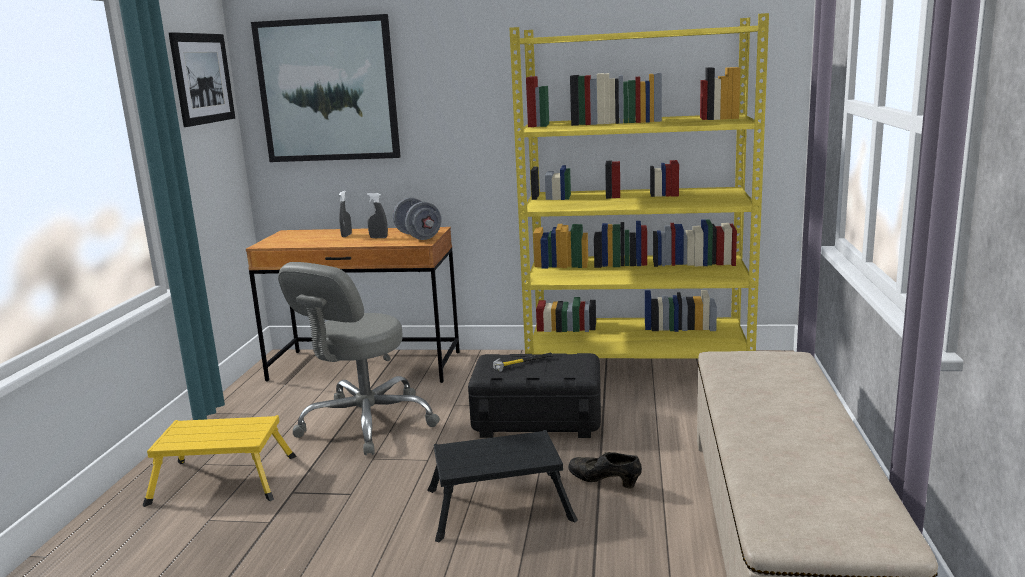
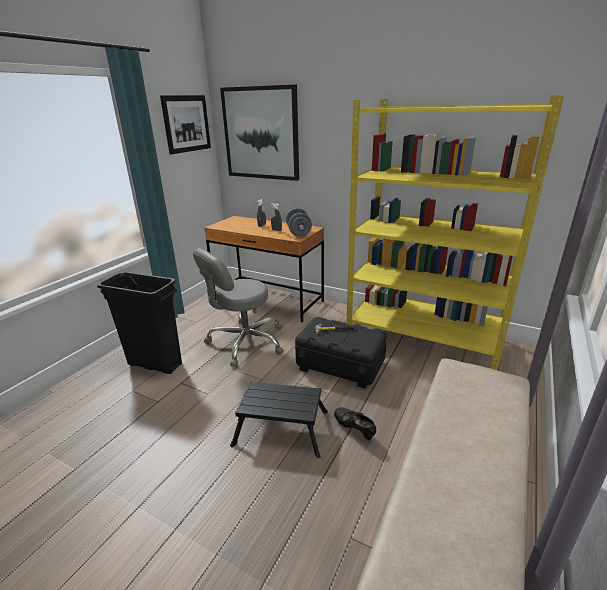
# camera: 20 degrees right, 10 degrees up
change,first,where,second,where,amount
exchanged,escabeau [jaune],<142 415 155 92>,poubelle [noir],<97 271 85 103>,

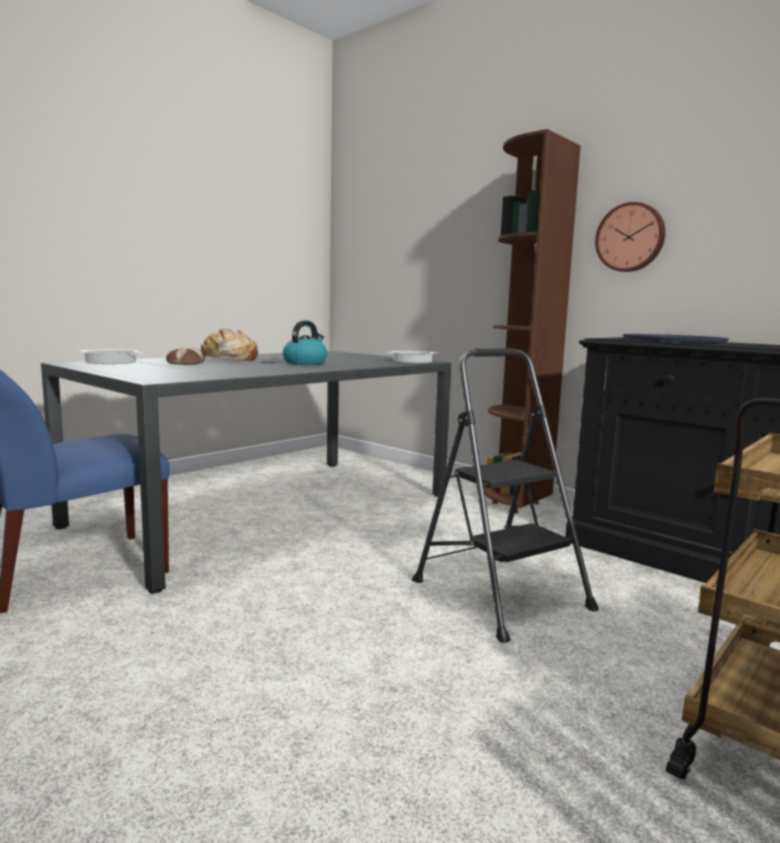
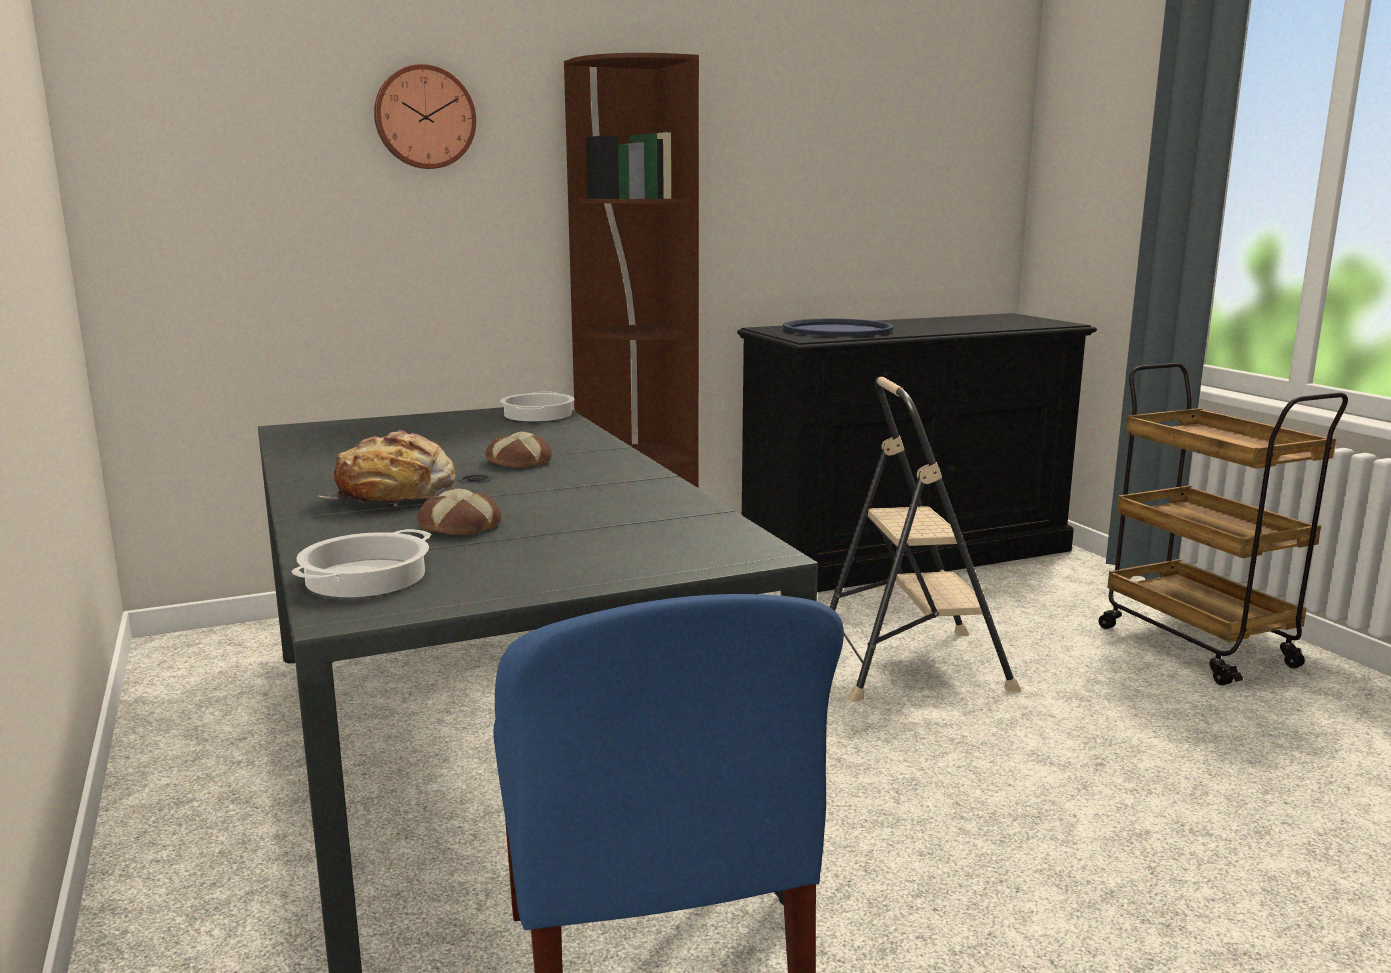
# camera: 65 degrees left, 5 degrees up
change,first,where,second,where,amount
relocated,horloge murale,<595 202 70 70>,,<374 64 102 105>,
exchanged,bouilloire,<283 320 44 45>,pain,<486 432 66 36>,
colour,escabeau [noir],<412 348 187 295>,escabeau [beige],<830 377 191 325>,

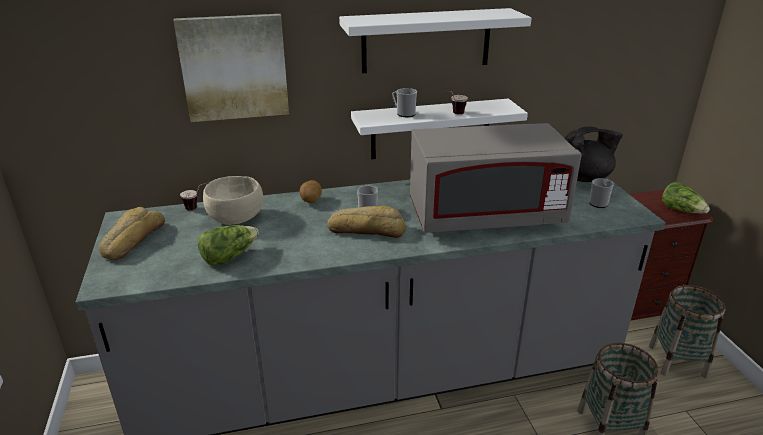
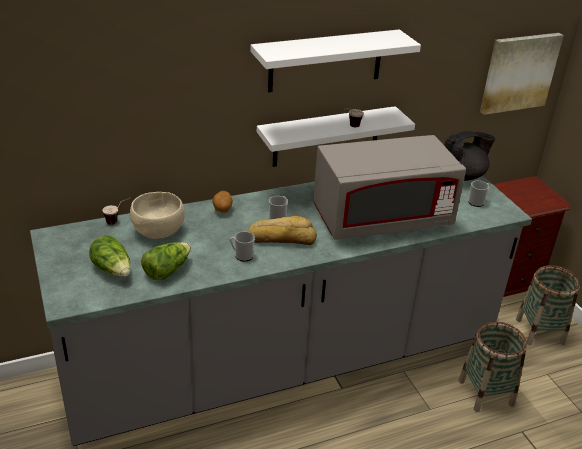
# camera: 10 degrees left, 5 degrees up
change,first,where,second,where,amount
relocated,tableau,<173 14 116 108>,,<480 33 84 82>,
relocated,mug,<392 88 25 29>,,<230 231 25 31>,
relocated,laitue,<662 182 48 32>,,<89 235 41 42>,
missing,pain,<99 207 66 53>,,,

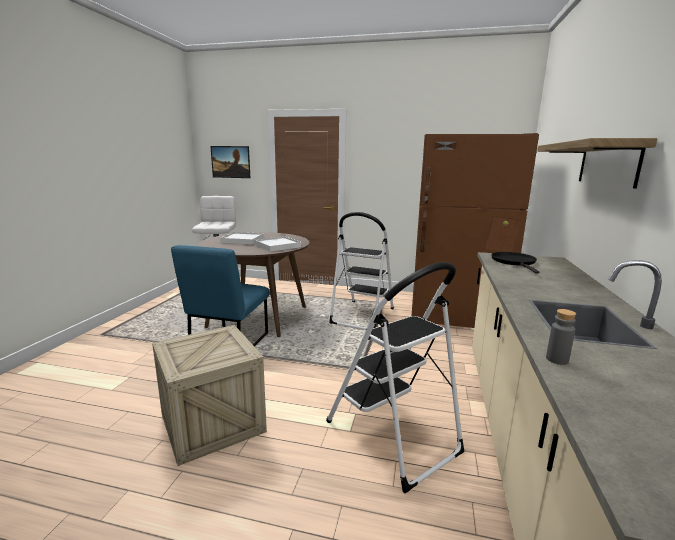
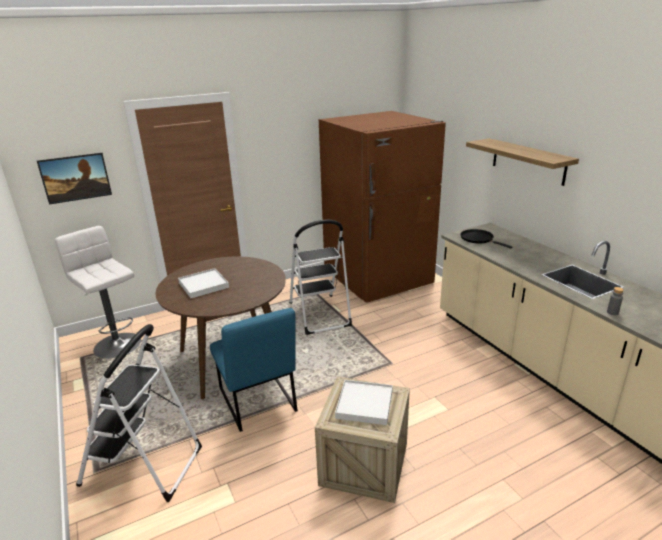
# camera: 40 degrees left, 10 degrees up
change,first,where,second,where,amount
relocated,plateau [blanc],<254 236 47 16>,,<335 380 58 45>,
relocated,escabeau,<326 262 138 231>,,<76 324 126 178>,

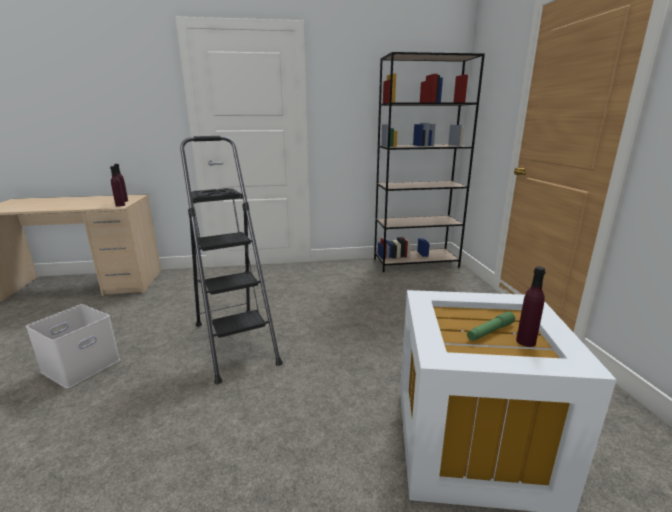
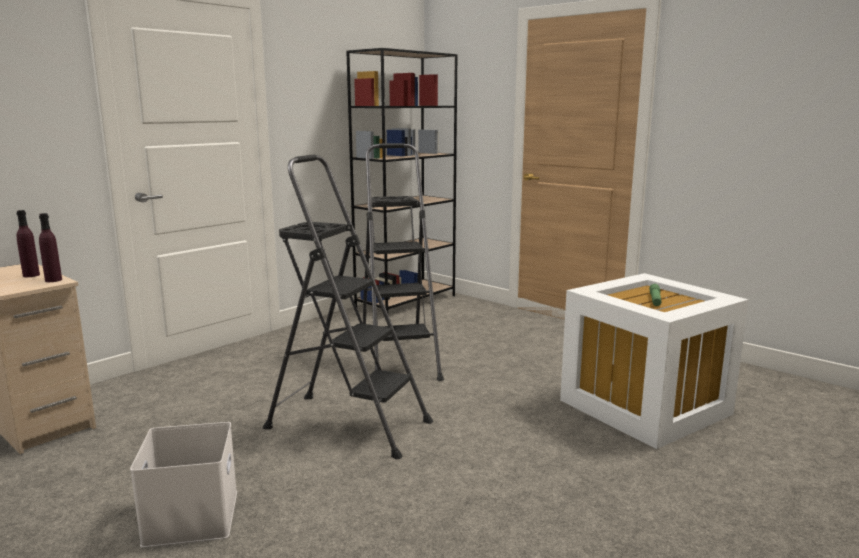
# camera: 40 degrees left, 5 degrees down
change,first,where,second,where,amount
missing,bouteille [violet],<516 267 30 80>,,,
appeared,,,escabeau,<363 143 81 238>,

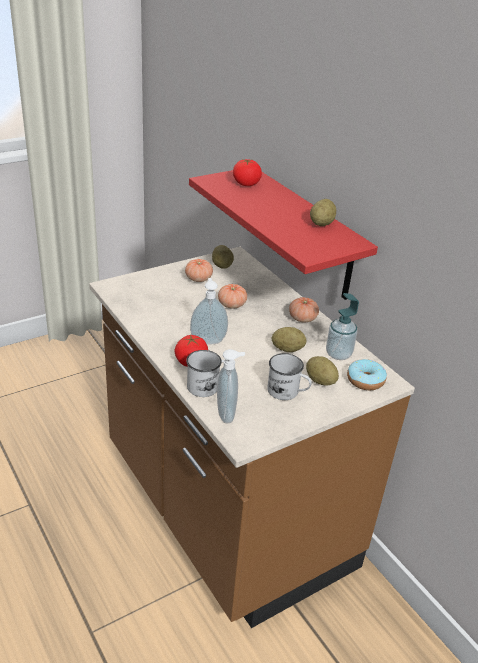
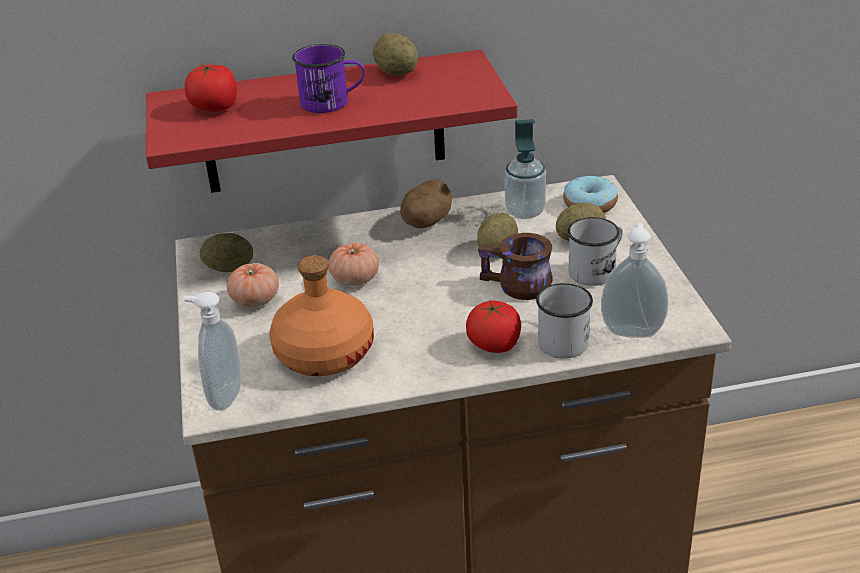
# camera: 65 degrees left, 0 degrees up
change,first,where,second,where,amount
relocated,distributeur de savon,<190 278 38 67>,,<184 292 57 119>,
exchanged,tomate,<289 297 30 26>,pomme de terre,<400 179 52 49>,
appeared,,,mug [violet],<292 44 73 69>,
appeared,,,mug [marron],<478 233 75 67>,
appeared,,,bouteille [orange],<269 255 105 121>,

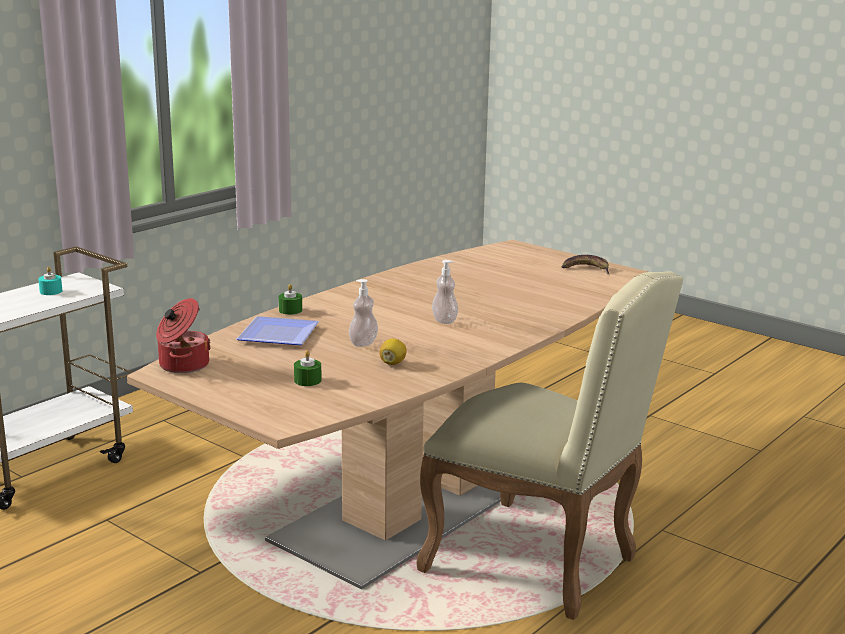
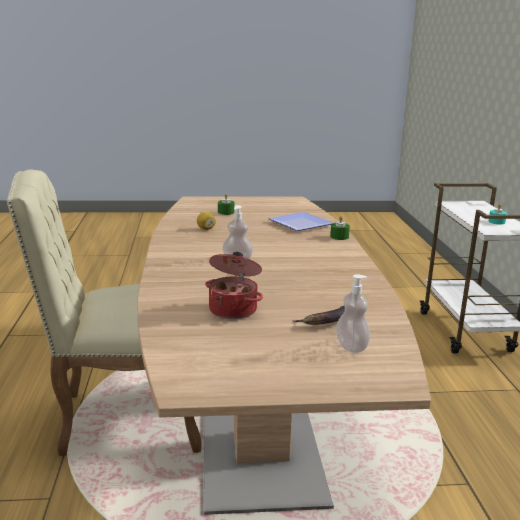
# camera: 135 degrees right, 0 degrees up
change,first,where,second,where,amount
relocated,banane,<562 255 47 19>,,<292 306 53 19>,
relocated,distributeur de savon,<349 279 29 68>,,<336 274 34 79>,
relocated,marmite,<156 298 55 75>,,<205 252 58 67>,

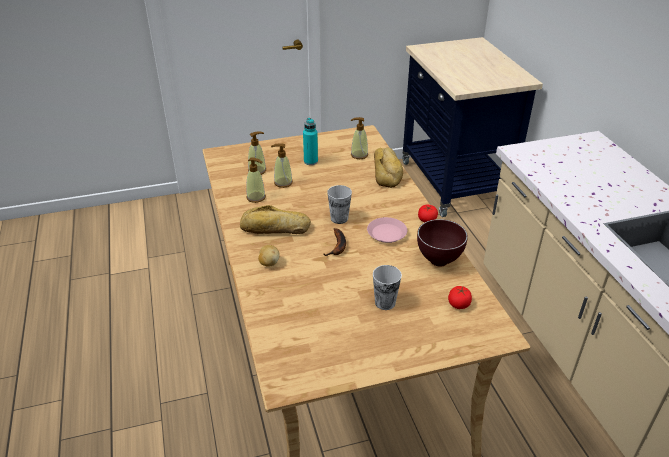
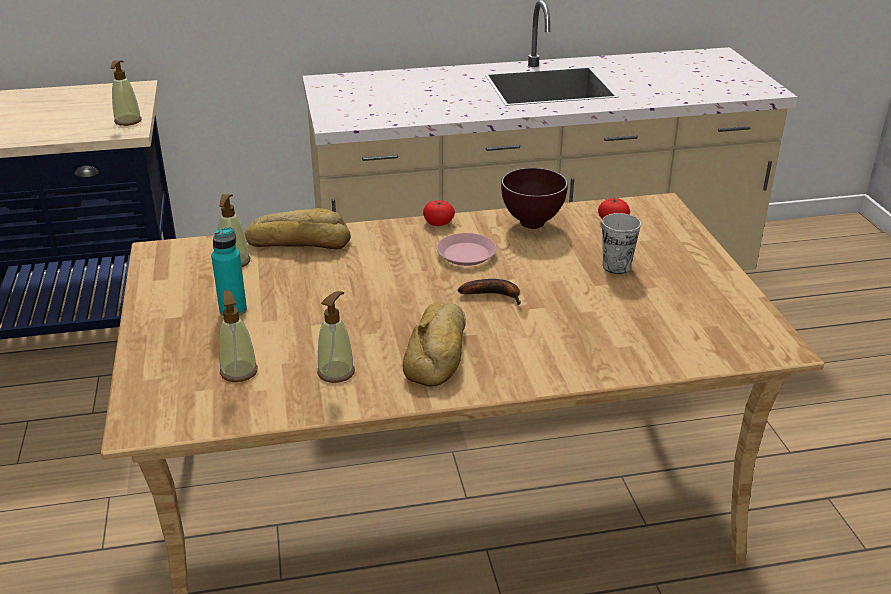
# camera: 85 degrees left, 5 degrees down
change,first,where,second,where,amount
relocated,distributeur de savon,<271 143 22 45>,,<111 60 31 66>,
missing,tasse,<327 185 25 39>,,,
missing,pomme de terre,<258 245 22 22>,,,

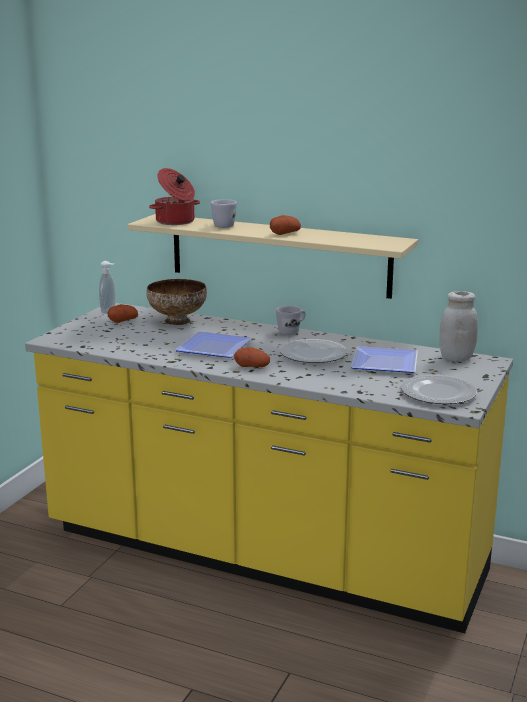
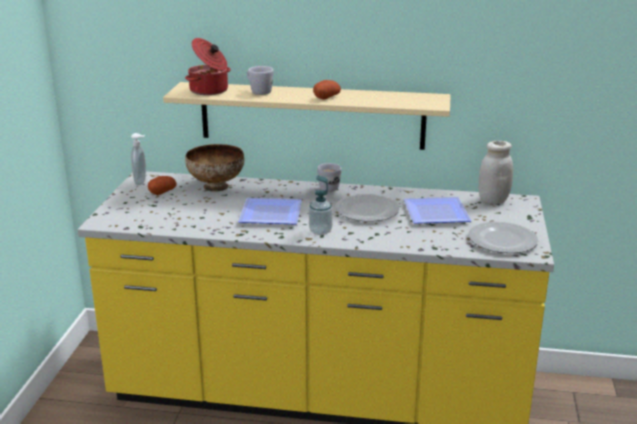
# camera: 15 degrees left, 5 degrees up
change,first,where,second,where,amount
exchanged,pomme de terre,<234 347 36 20>,distributeur de savon,<309 175 24 60>,

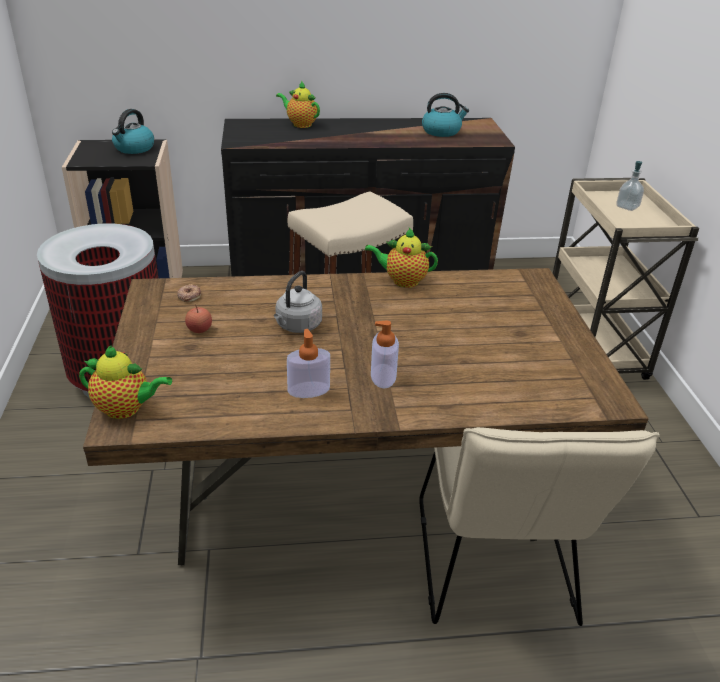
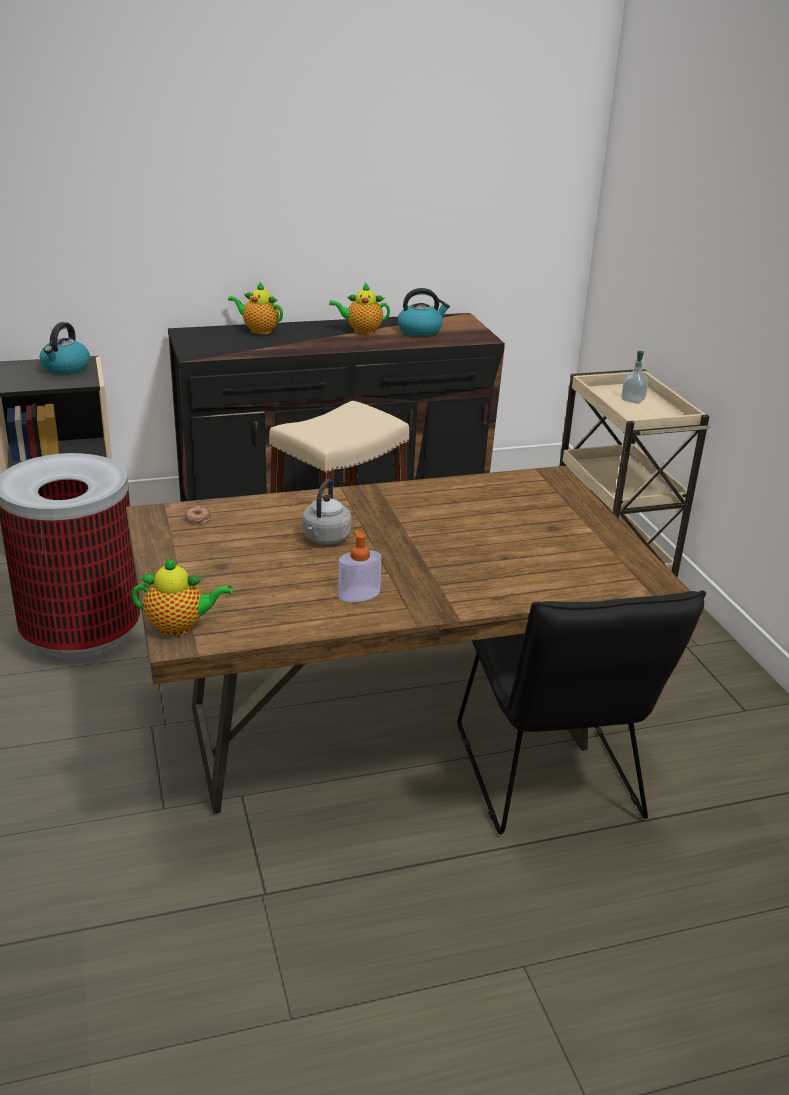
# camera: 10 degrees left, 5 degrees down
change,first,where,second,where,amount
relocated,théière,<365 228 73 60>,,<329 283 61 51>,
missing,pomme,<185 305 27 28>,,,
missing,distributeur de savon,<371 321 28 68>,,,
colour,chaise [beige],<419 427 241 199>,chaise [noir],<457 591 249 243>,

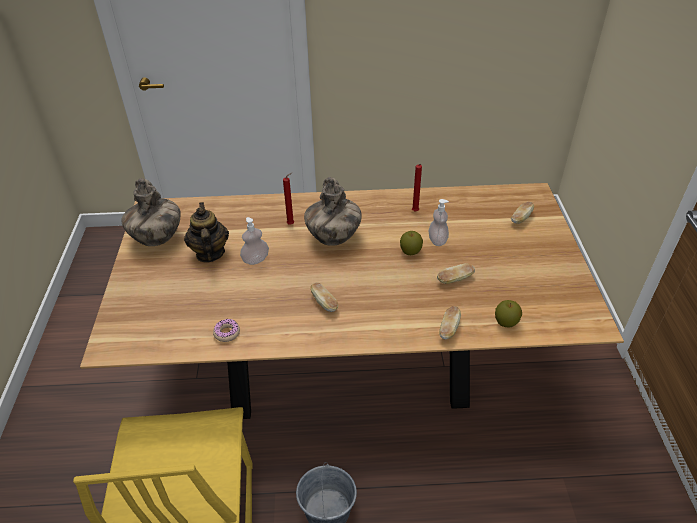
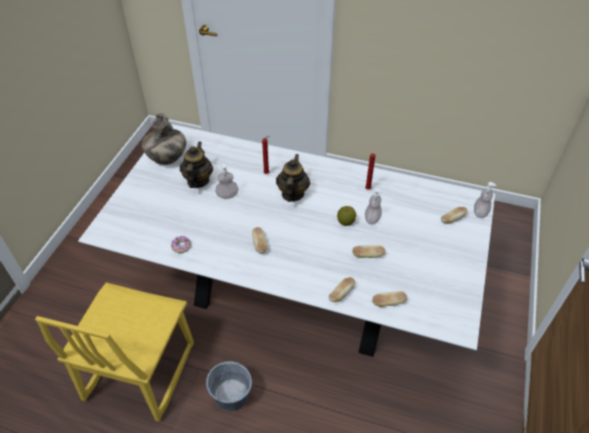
# camera: 20 degrees right, 5 degrees up
change,first,where,second,where,amount
exchanged,vase,<304 177 58 69>,théière,<276 154 34 48>,
colour,table à manger [marron],<80 183 544 236>,table à manger [blanc],<78 124 417 233>,
exchanged,pomme,<495 300 27 28>,pain,<372 291 36 16>,
appeared,,,distributeur de savon,<474 182 22 36>,

